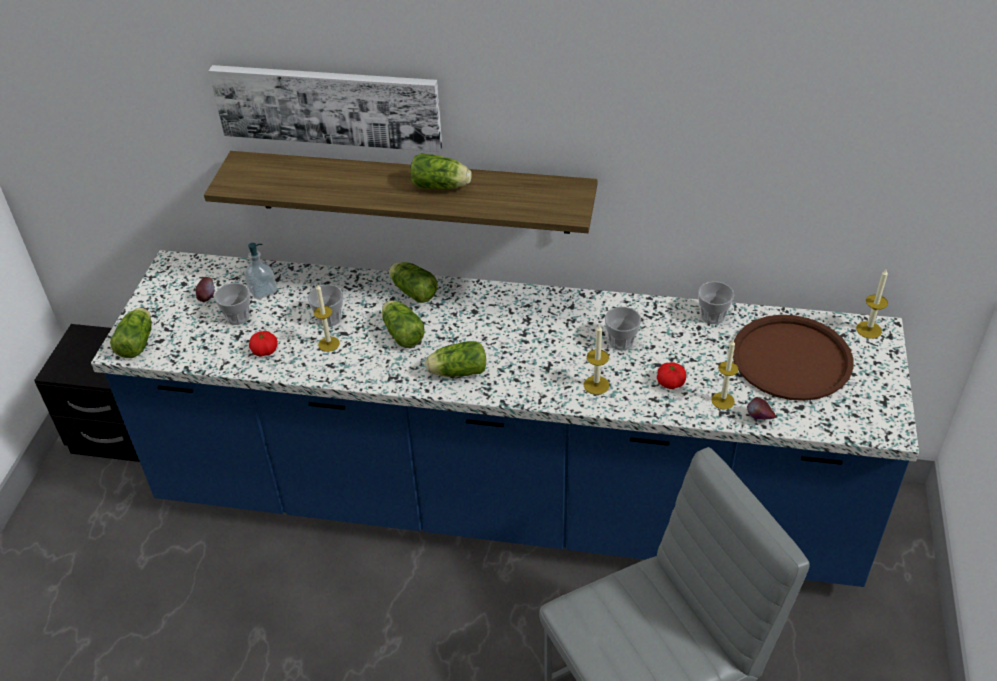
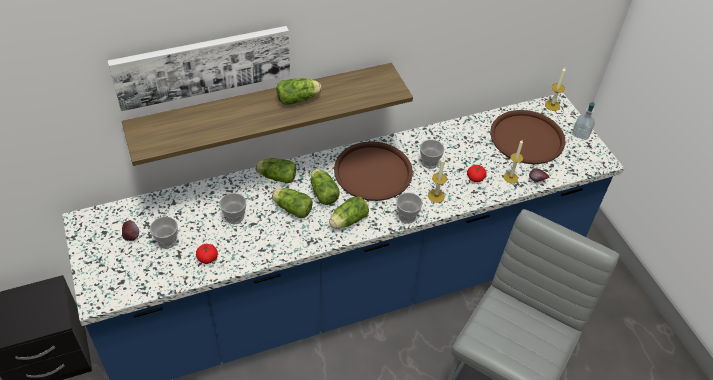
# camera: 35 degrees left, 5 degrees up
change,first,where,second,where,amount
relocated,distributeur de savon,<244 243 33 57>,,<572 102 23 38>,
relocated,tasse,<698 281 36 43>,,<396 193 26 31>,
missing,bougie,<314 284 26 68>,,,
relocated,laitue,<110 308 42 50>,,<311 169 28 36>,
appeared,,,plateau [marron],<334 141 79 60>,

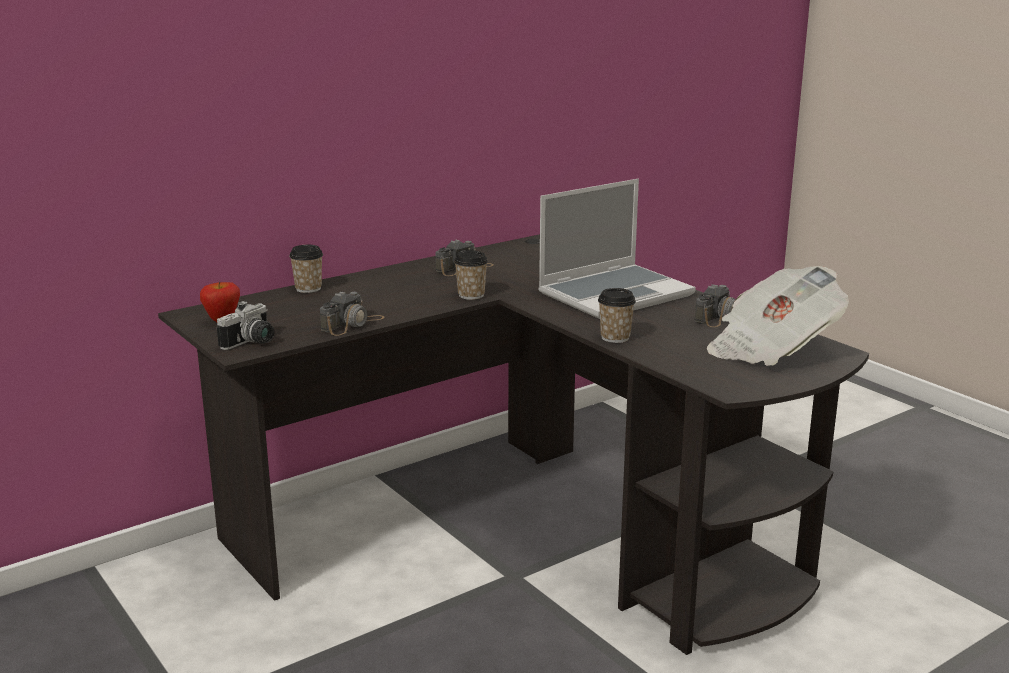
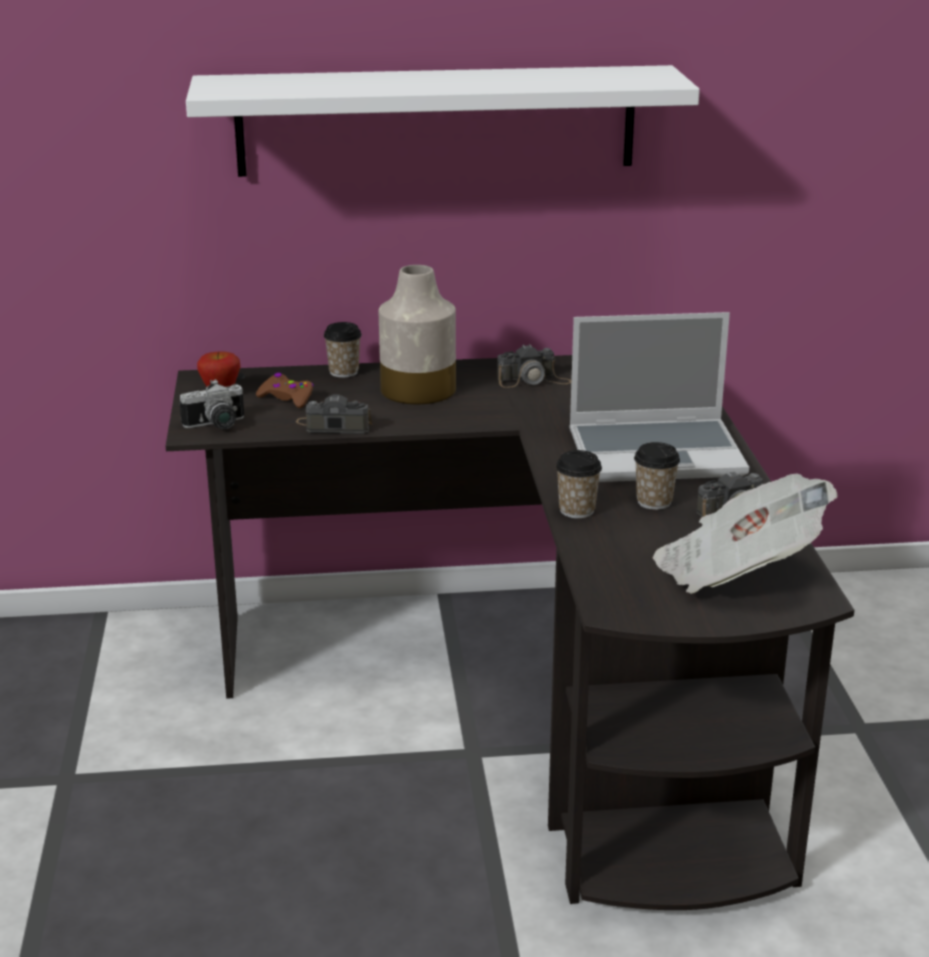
# camera: 30 degrees right, 5 degrees up
change,first,where,second,where,amount
relocated,tasse,<454 250 34 50>,,<634 442 46 68>,
spun,appareil photo,<320 292 64 44>,,<296 394 76 40>,150 degrees counterclockwise
appeared,,,étagère [blanc],<186 65 514 112>,
appeared,,,vase [beige],<379 265 77 139>,
appeared,,,manette [marron],<256 373 58 35>,

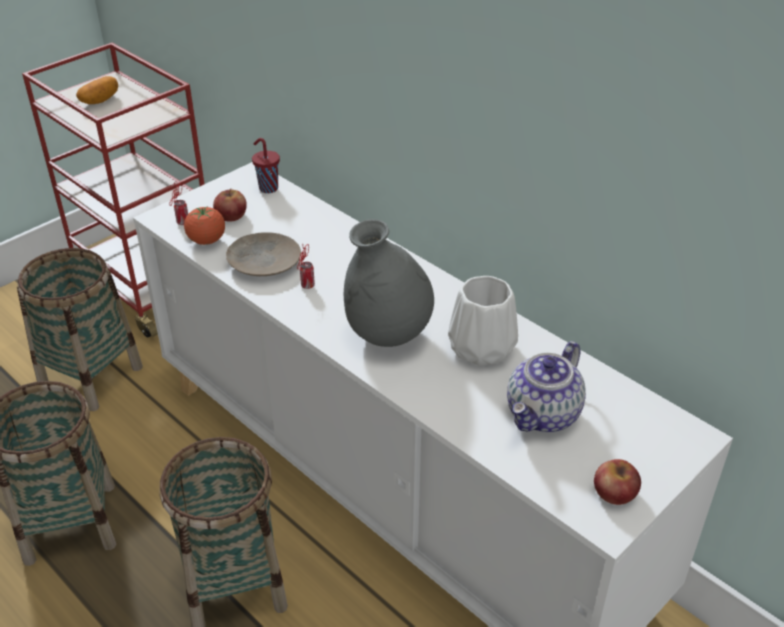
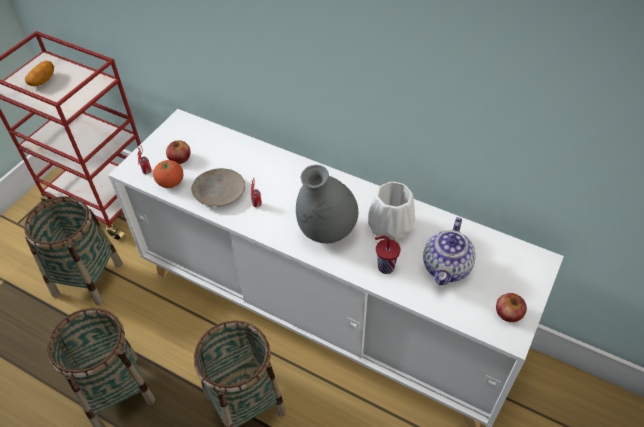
# camera: 15 degrees left, 10 degrees up
change,first,where,second,where,amount
relocated,tasse [rouge],<252 138 28 55>,,<375 235 26 39>,

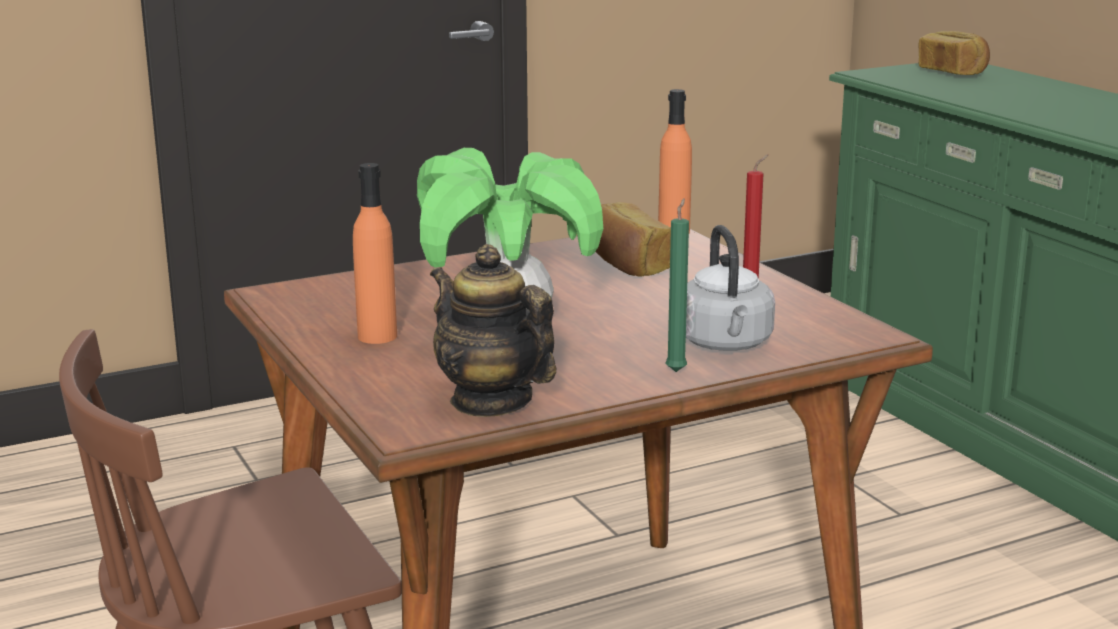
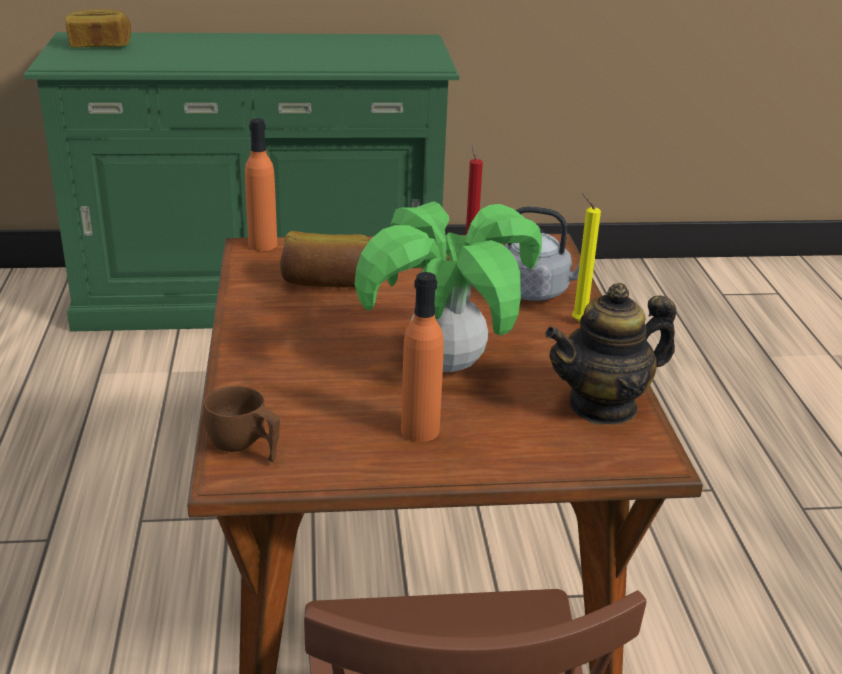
# camera: 70 degrees left, 10 degrees up
change,first,where,second,where,amount
colour,bougie [vert],<666 198 23 174>,bougie [jaune],<572 193 29 129>,
appeared,,,tasse [marron],<203 386 77 76>,

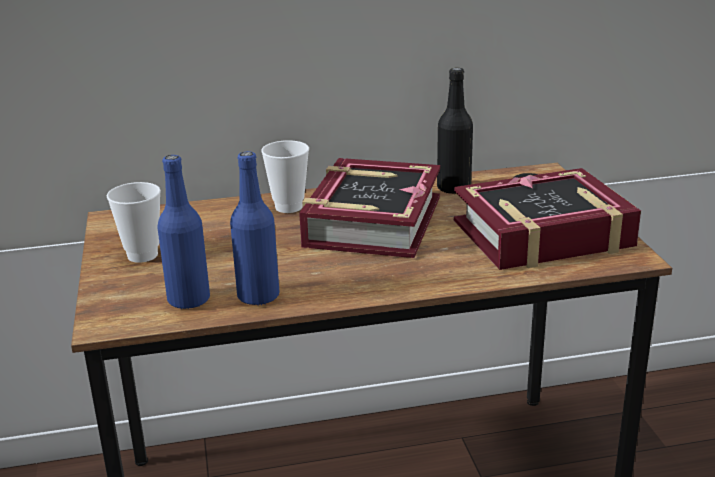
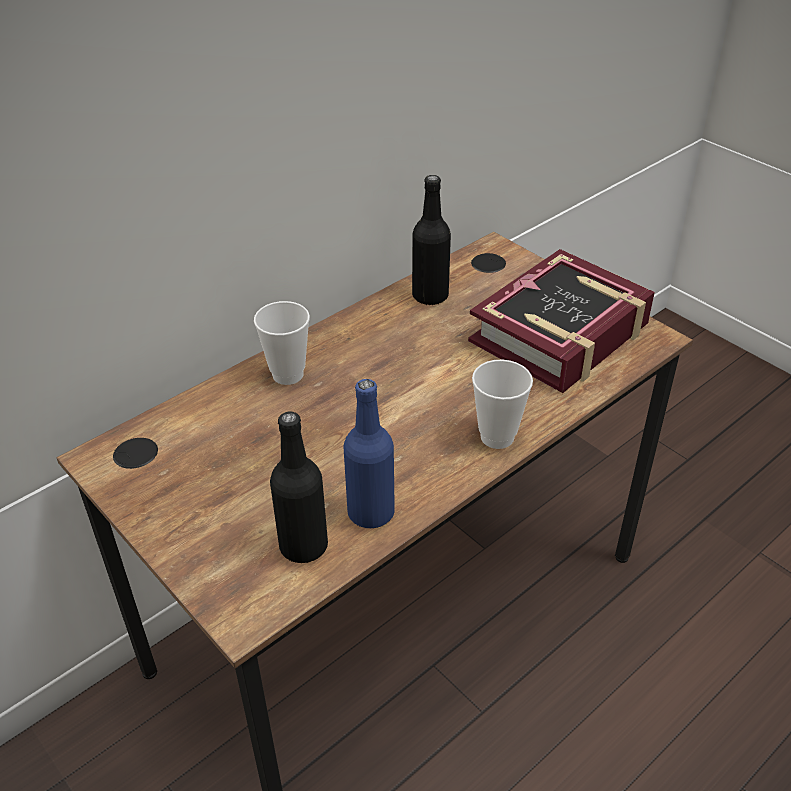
# camera: 30 degrees left, 15 degrees up
change,first,where,second,where,amount
colour,bouteille [bleu],<157 155 53 154>,bouteille [noir],<270 412 58 151>,
missing,livre,<299 158 141 100>,,,
relocated,tasse,<107 182 54 81>,,<472 360 61 89>,

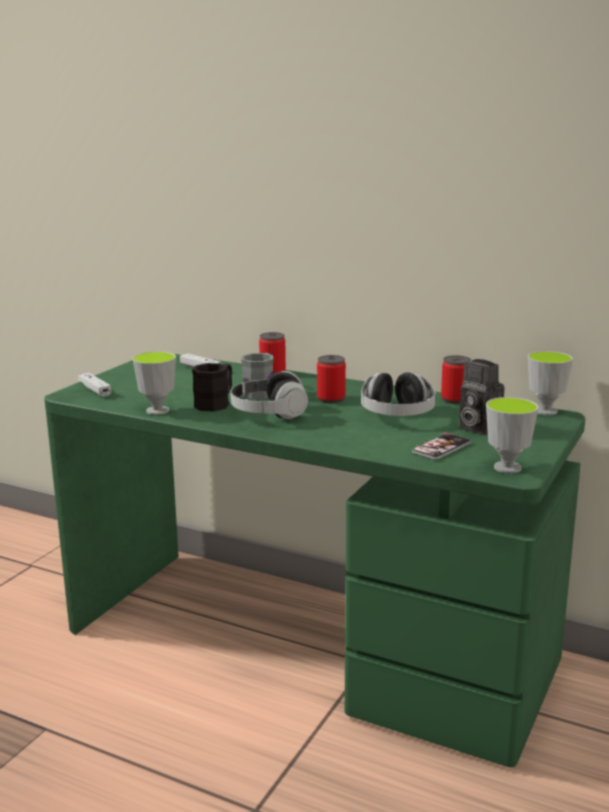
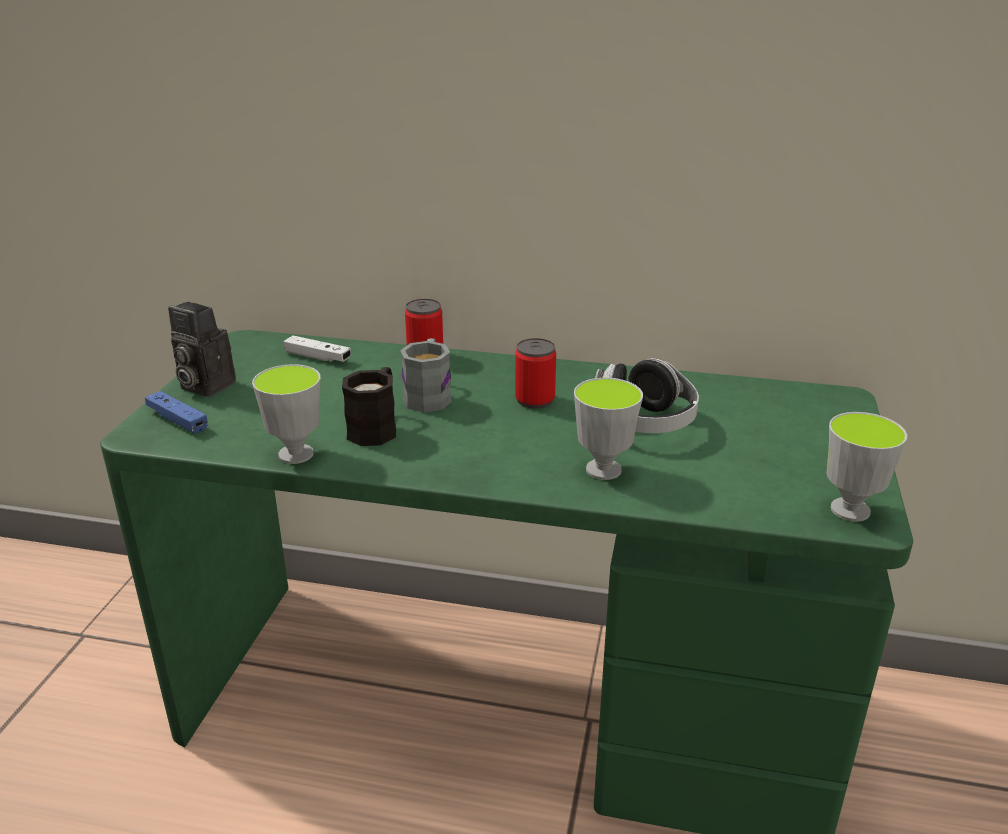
# camera: 15 degrees left, 10 degrees up
change,first,where,second,where,amount
relocated,tasse,<528 351 45 64>,,<574 378 69 102>,
missing,boîte métallique,<441 355 30 49>,,,
relocated,appareil photo,<459 359 45 76>,,<168 302 68 95>,
missing,casque audio,<230 371 78 48>,,,
colour,manette [blanc],<78 373 33 24>,manette [bleu],<145 391 63 43>,
missing,téléphone,<412 432 59 28>,,,

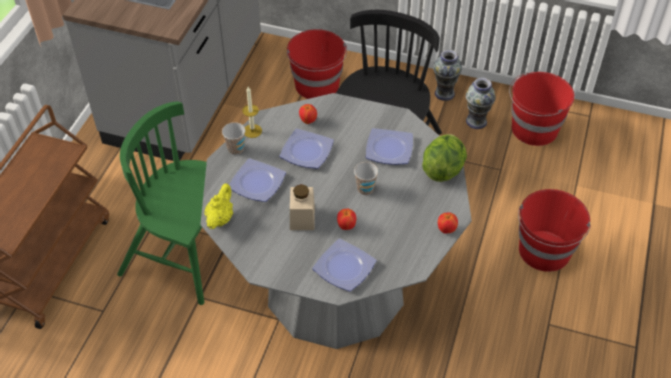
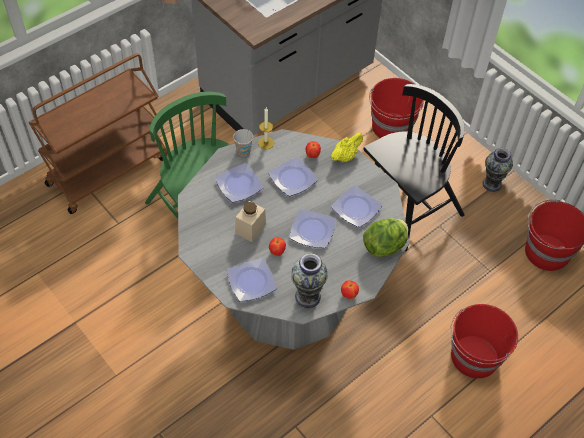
# camera: 30 degrees right, 5 degrees up
change,first,where,second,where,amount
relocated,vase,<466 78 30 51>,,<291 253 37 55>,
exchanged,tasse,<354 162 24 33>,assiette,<289 209 47 39>,
relocated,théière [jaune],<204 184 29 45>,,<331 132 32 30>,

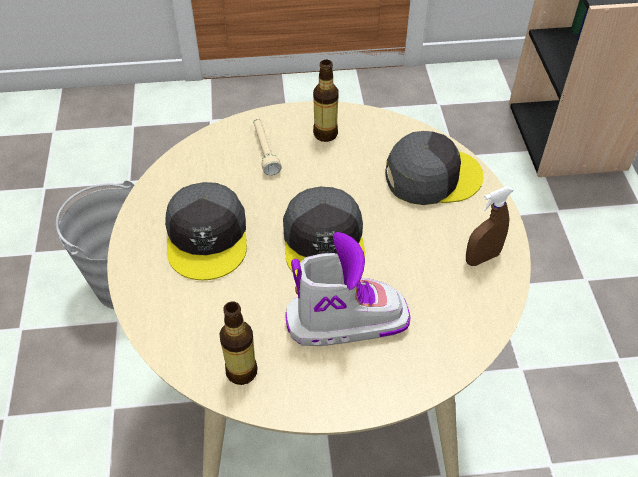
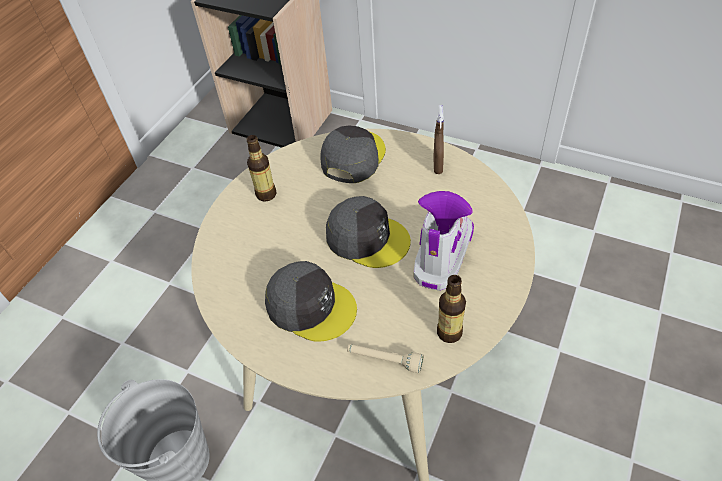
# camera: 55 degrees left, 0 degrees up
change,first,where,second,where,amount
relocated,lampe de poche [beige],<253 118 28 58>,,<347 344 77 29>,

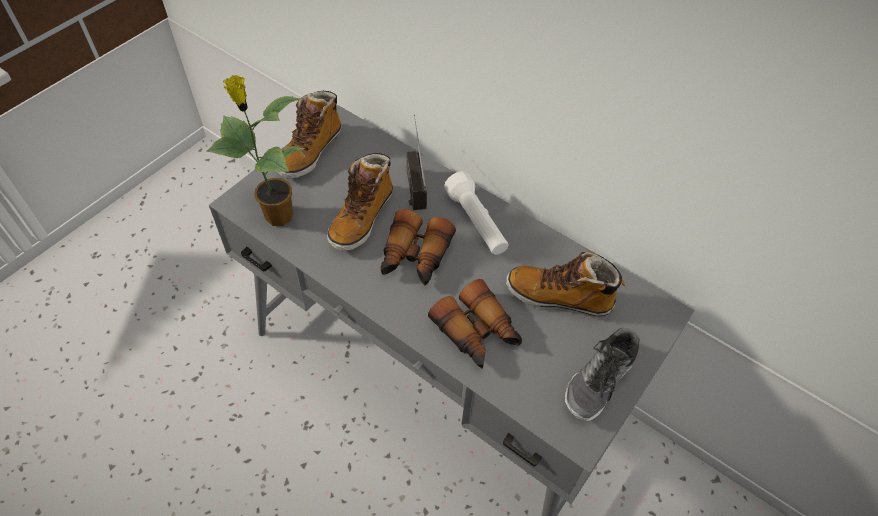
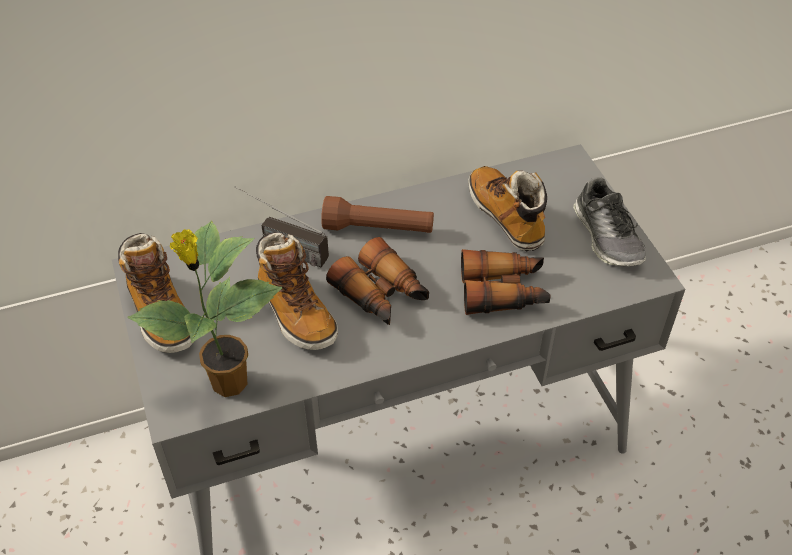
# camera: 55 degrees left, 5 degrees down
change,first,where,second,where,amount
colour,lampe de poche [blanc],<444 171 64 84>,lampe de poche [marron],<321 196 113 37>,
spun,botte,<506 251 119 66>,,<469 166 78 86>,105 degrees clockwise

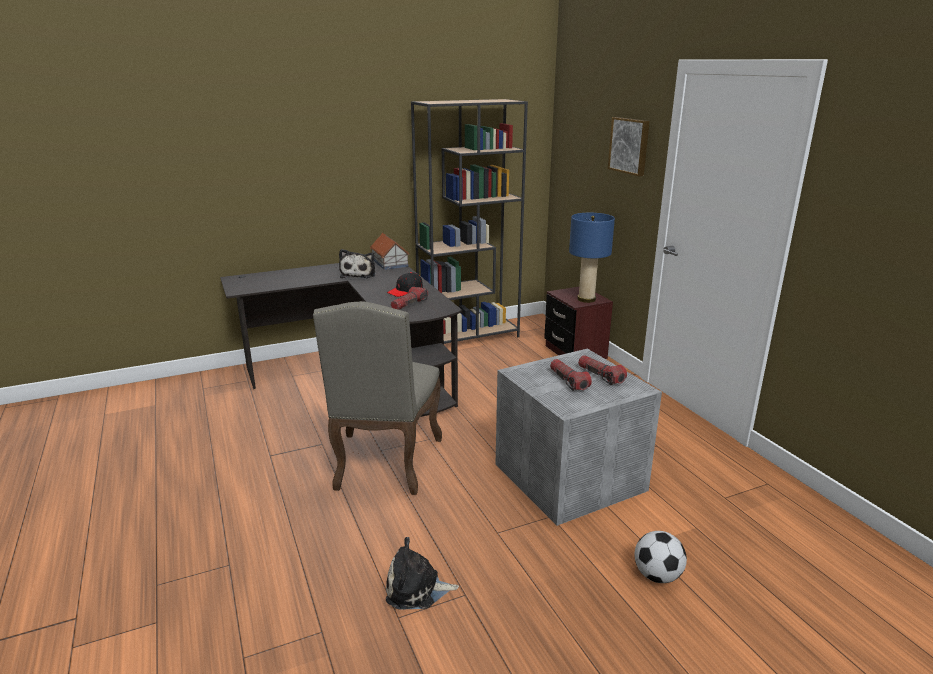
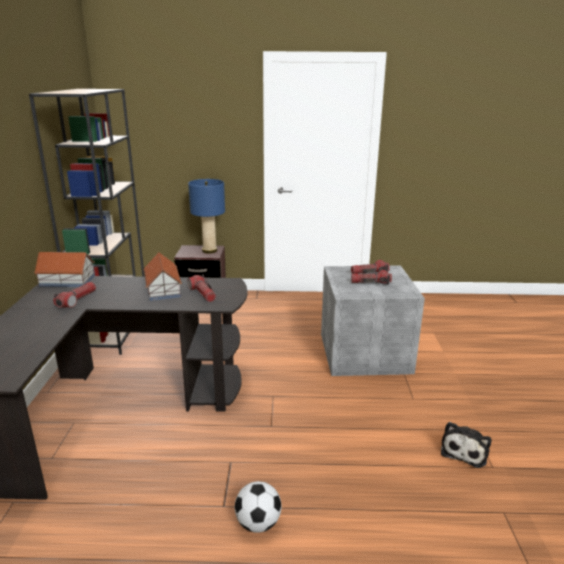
# camera: 65 degrees left, 0 degrees up
change,first,where,second,where,amount
missing,tableau,<608 117 42 59>,,,
exchanged,peluche,<339 249 36 29>,lampe de poche,<53 282 43 26>,
exchanged,casquette [noir],<387 272 36 25>,maison miniature,<144 253 38 48>,
missing,chaise [gris],<313 301 129 194>,,,
relocated,ballon de foot,<634 531 53 52>,,<235 481 47 52>,

